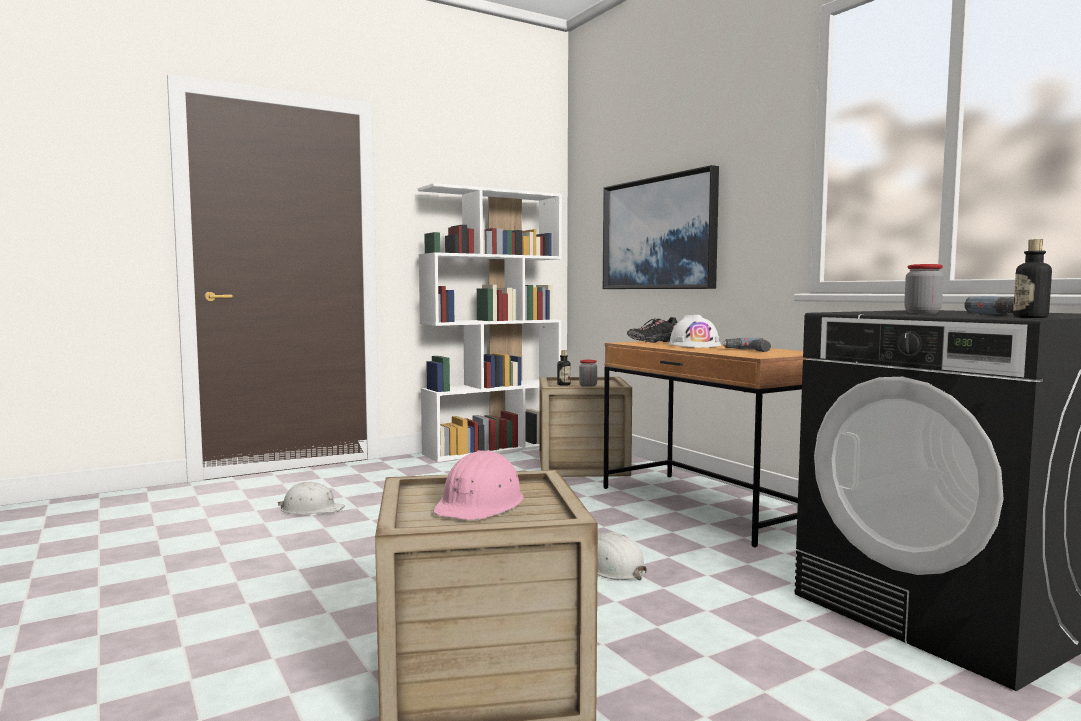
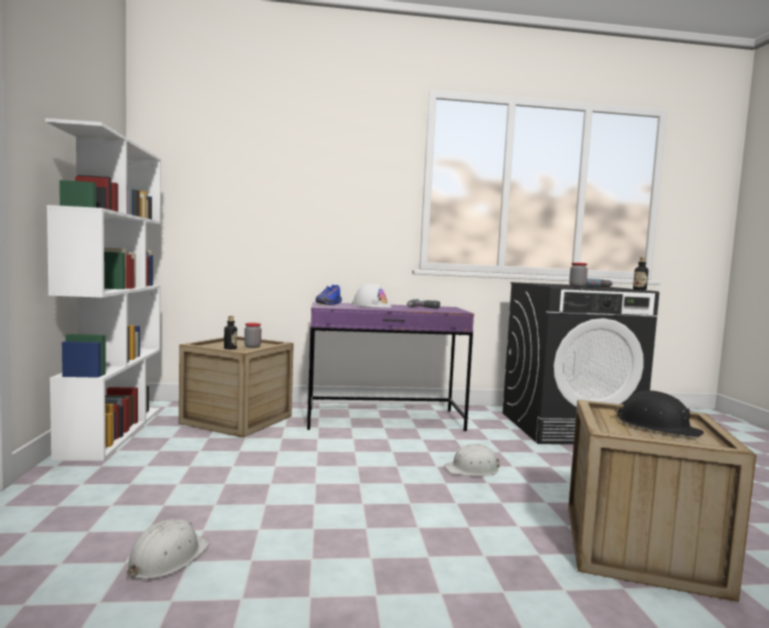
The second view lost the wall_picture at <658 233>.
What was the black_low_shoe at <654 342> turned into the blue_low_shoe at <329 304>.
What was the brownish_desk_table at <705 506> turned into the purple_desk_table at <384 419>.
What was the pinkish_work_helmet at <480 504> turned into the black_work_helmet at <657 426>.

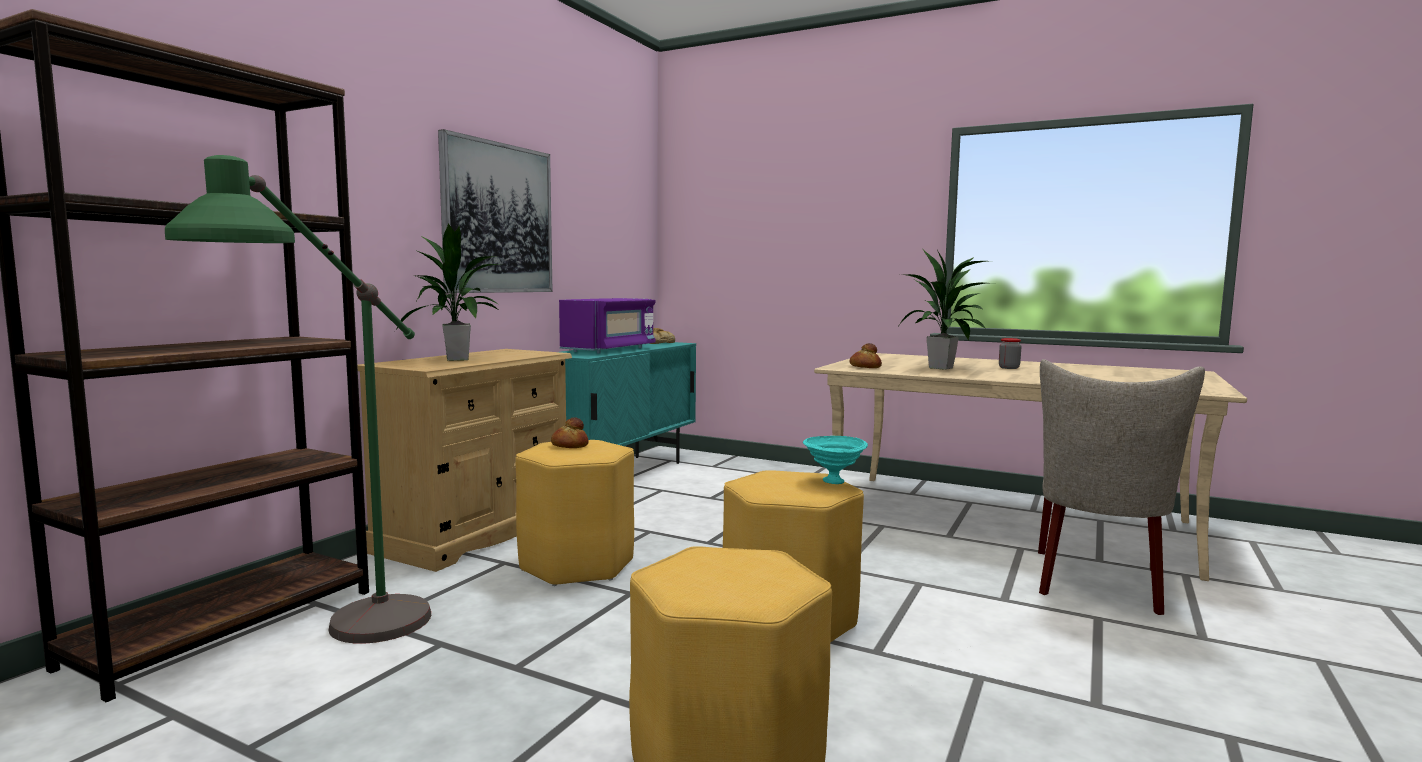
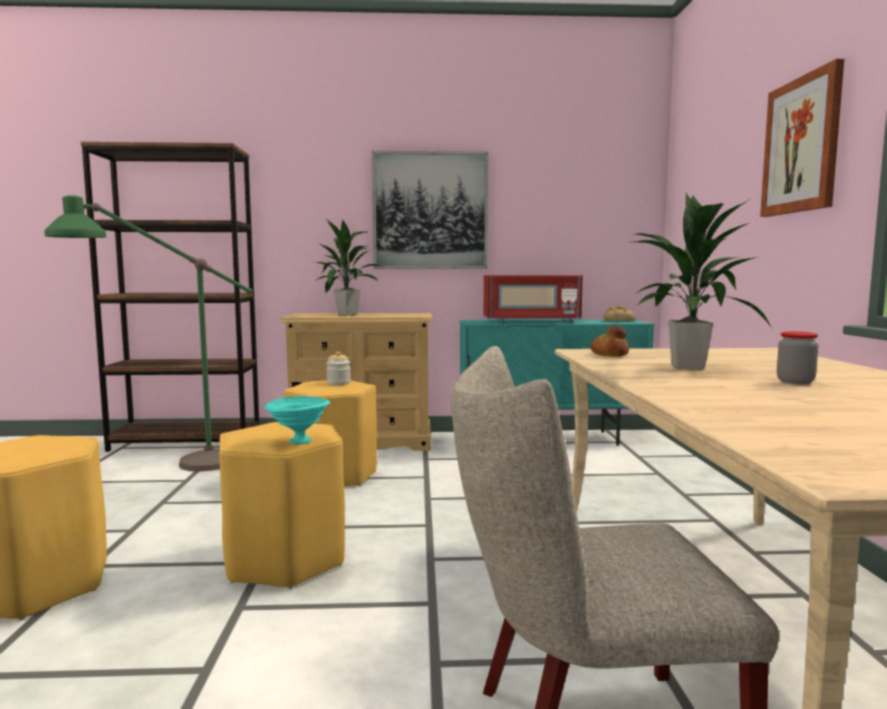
What was the purple_microwave at <610 350> turned into the red-coloured_microwave at <531 321>.
Where the baked_bread stood at <569 445>, the preserve_jar came to stand at <338 383>.
The second view gained the wall_picture at <801 145>.

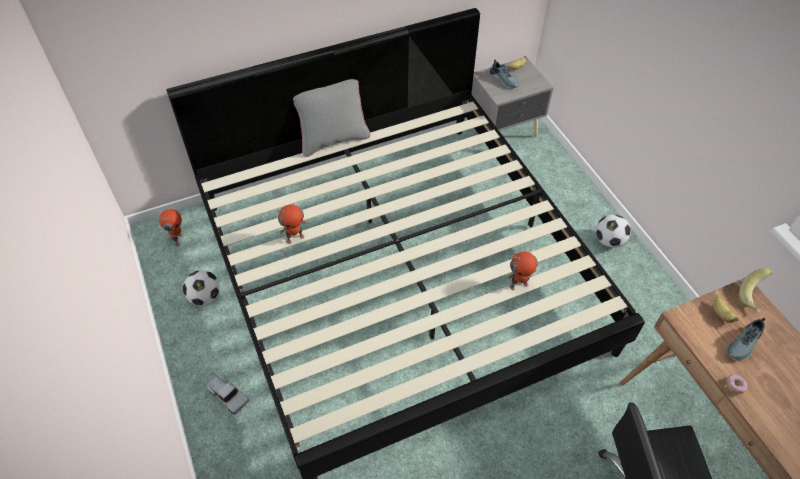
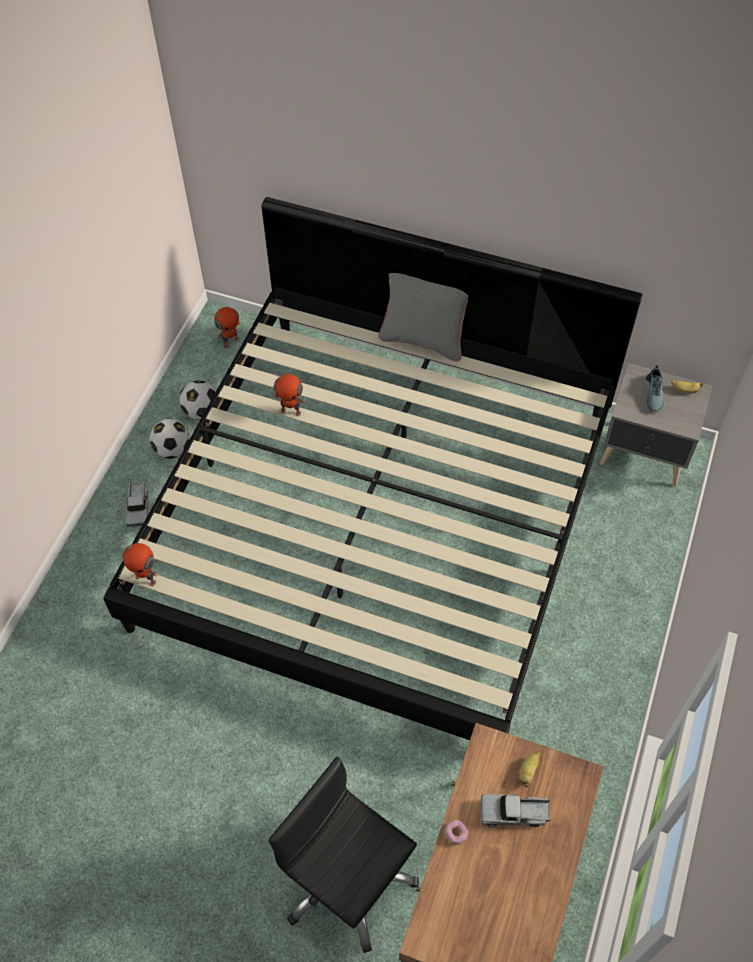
The football_ball ended up elsewhere, having gone from <609 241> to <173 449>.
The robot_figure ended up elsewhere, having gone from <518 284> to <146 578>.
The second view lost the banana at <754 297>.
Where the low_shoe stood at <745 344>, the model_truck came to stand at <514 813>.

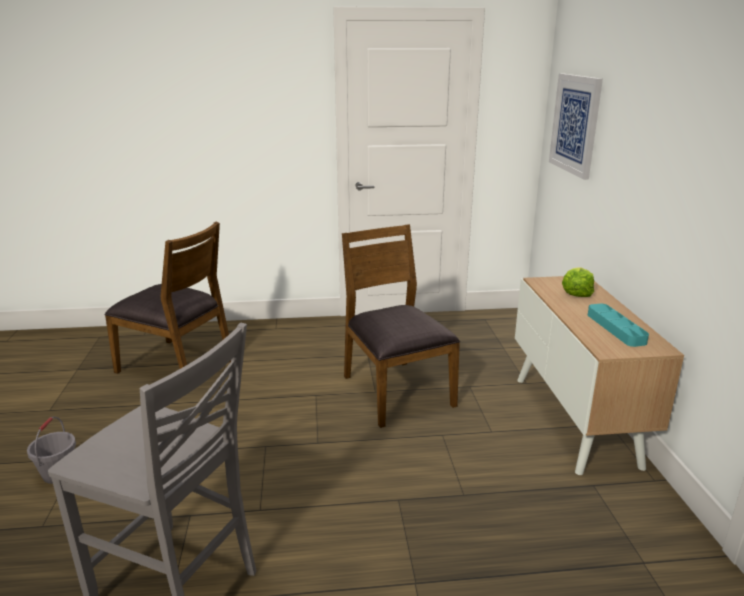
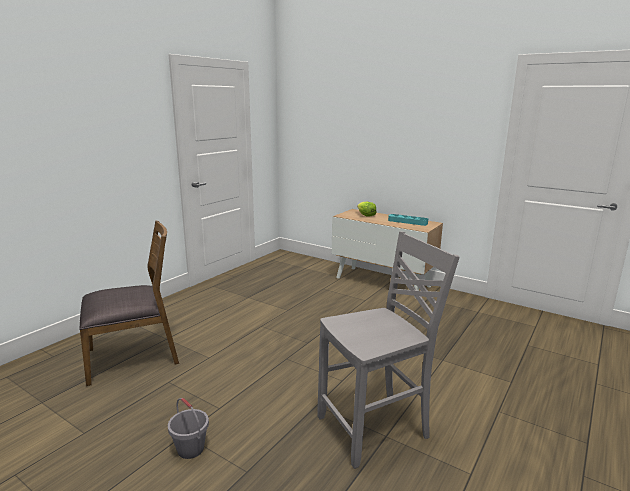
The second view lost the wall_picture at <575 124>.
The second view lost the brownish_chair at <395 391>.

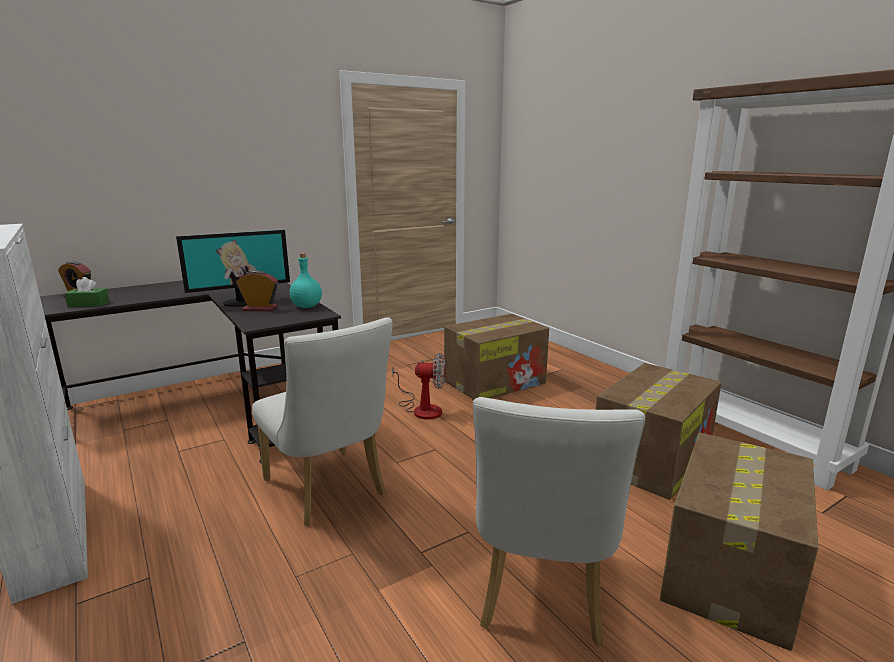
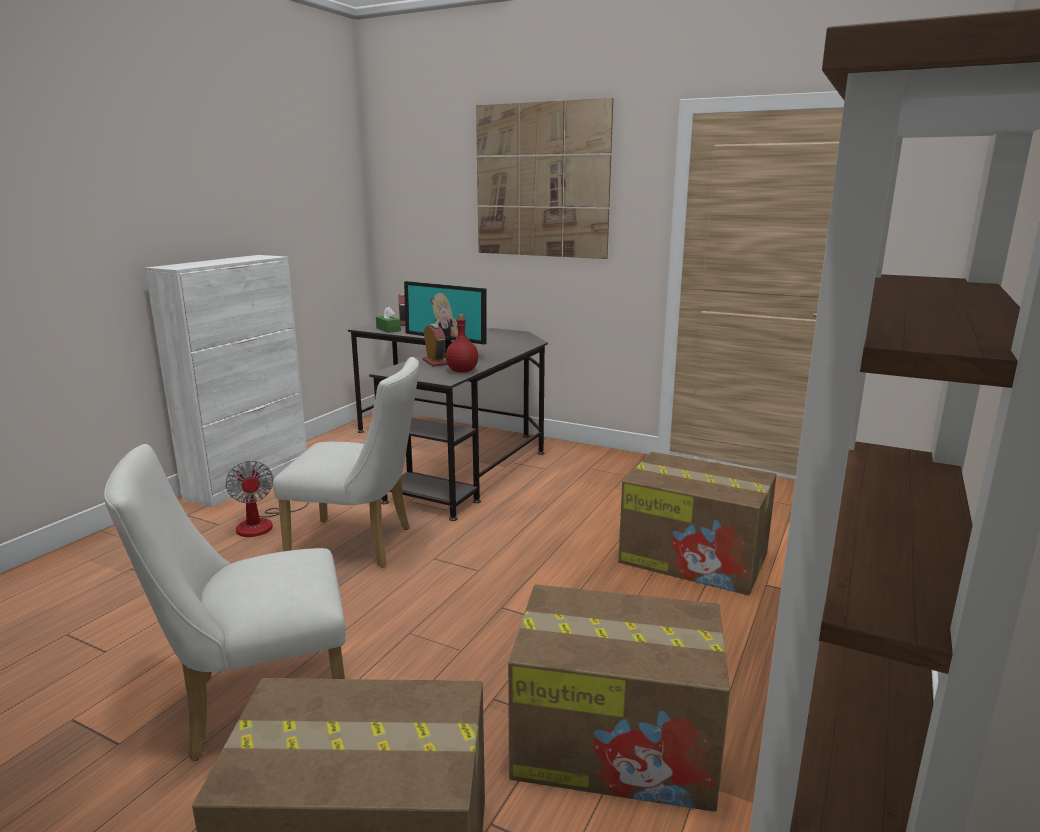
What was the turquoise-coloured_drink_bottle at <307 306> turned into the red-coloured_drink_bottle at <463 371>.
The white-coloured_chair at <329 491> ended up facing another way, 105 degrees counterclockwise from before.
The electric_fan ended up elsewhere, having gone from <422 408> to <264 523>.
The second view gained the wall_picture at <541 181>.

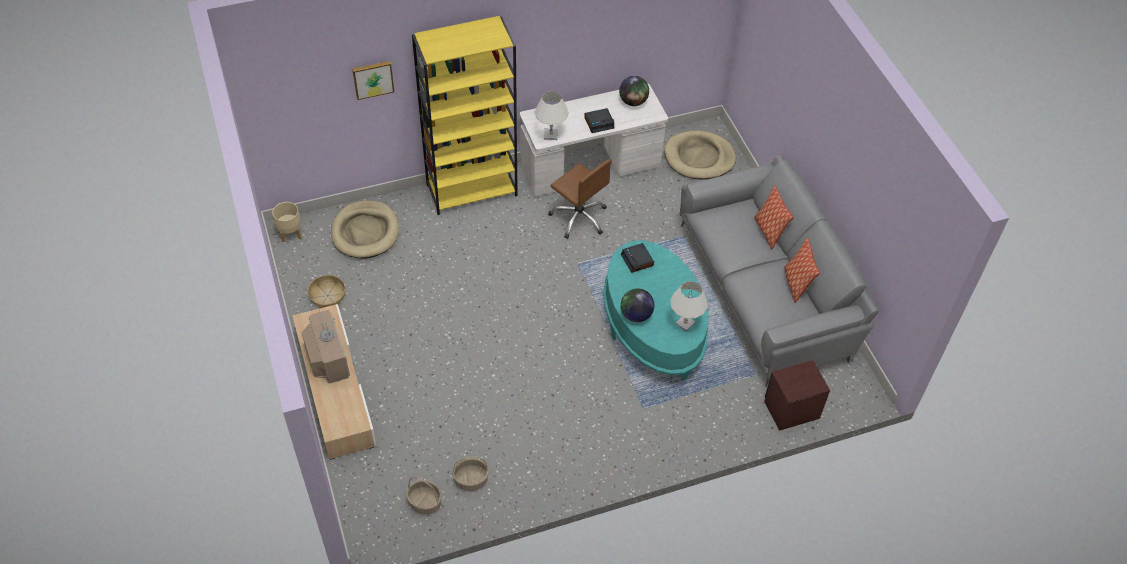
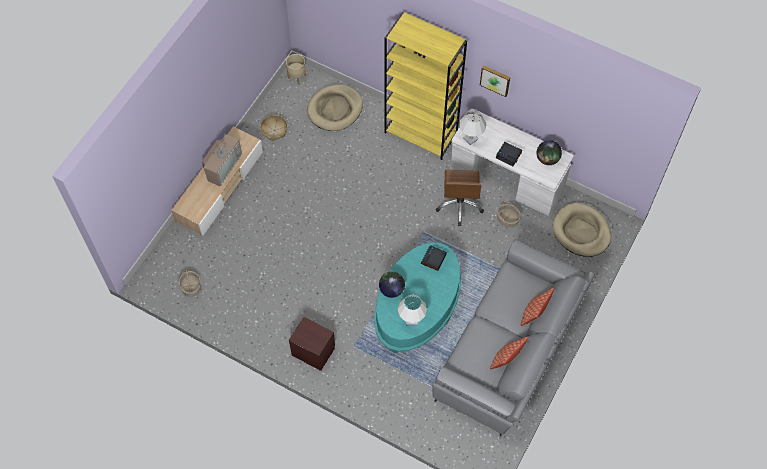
The wall_picture ended up elsewhere, having gone from <373 79> to <495 80>.
The brownish_nightstand ended up elsewhere, having gone from <791 409> to <313 351>.
The storage_basket ended up elsewhere, having gone from <471 480> to <507 219>.

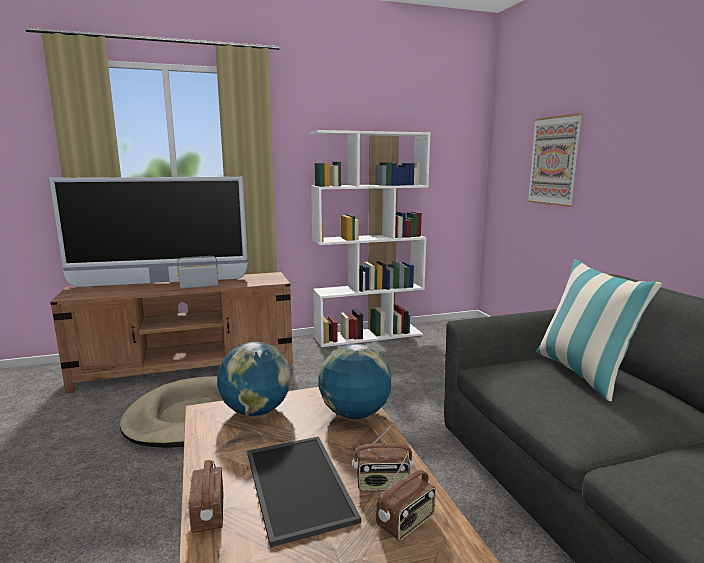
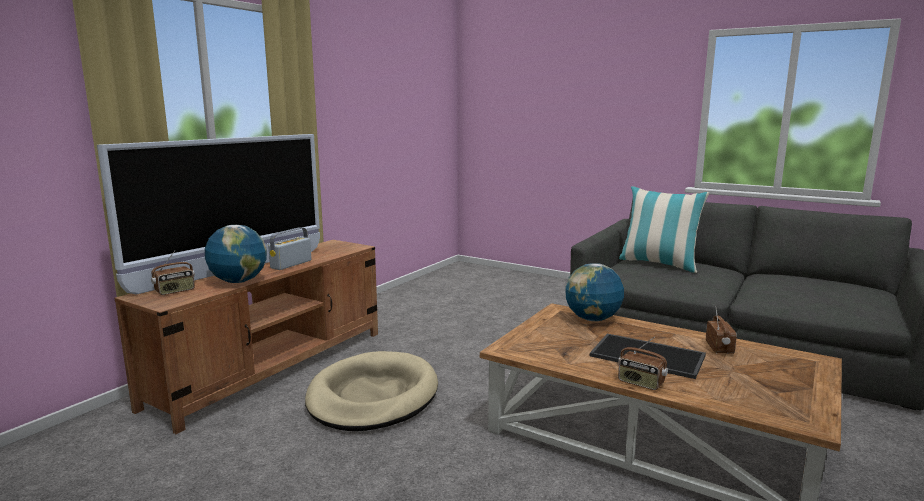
The second view lost the wall_picture at <554 161>.
The second view lost the white-coloured_bookcase at <369 335>.
The globe ended up elsewhere, having gone from <256 411> to <238 281>.
The radio_set ended up elsewhere, having gone from <382 484> to <175 291>.

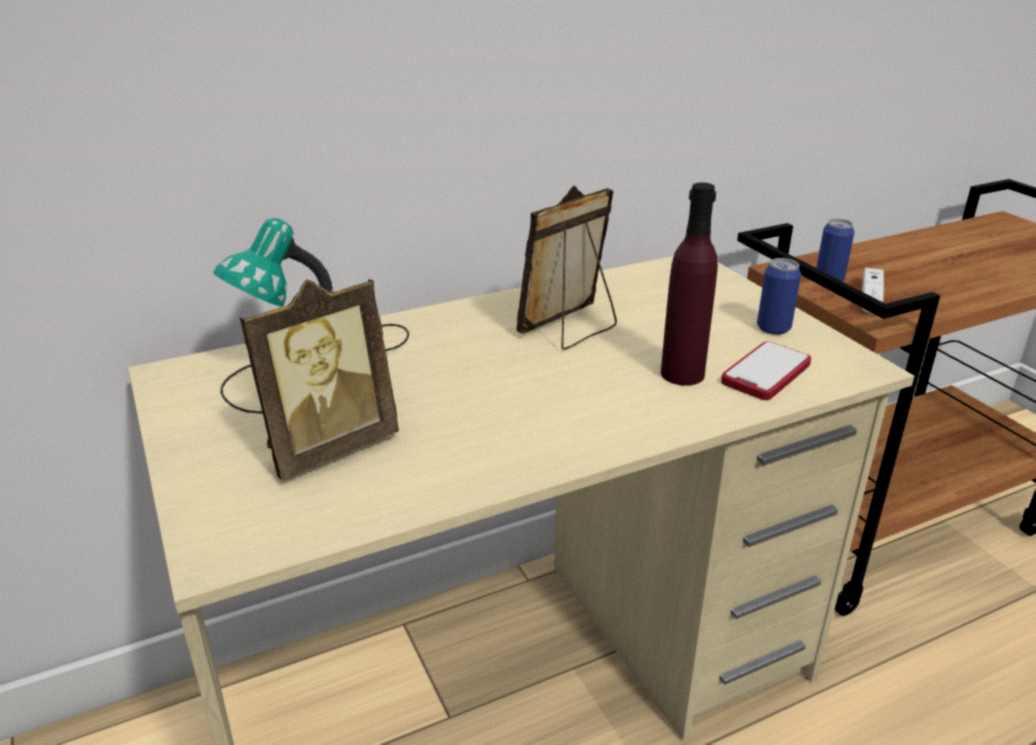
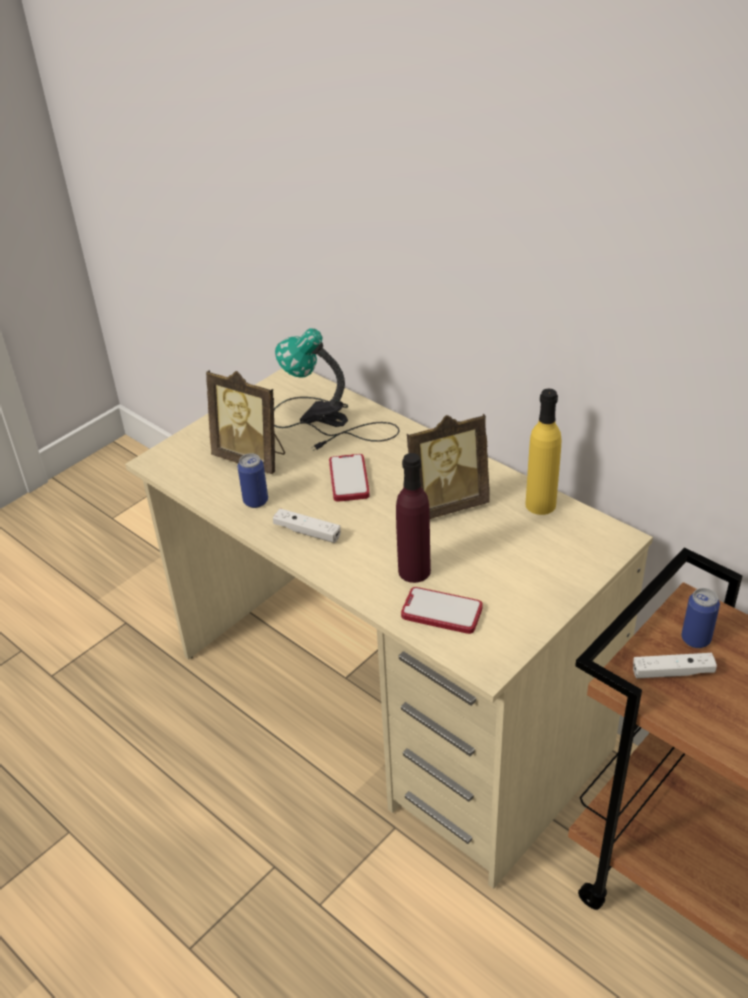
The picture_frame at <571 329> ended up facing another way, 135 degrees clockwise from before.
The metal_can ended up elsewhere, having gone from <773 328> to <255 501>.
The second view gained the yellow_drink_bottle at <540 504>.
The second view gained the phone at <349 479>.
The second view gained the white-coloured_game_controller at <307 532>.

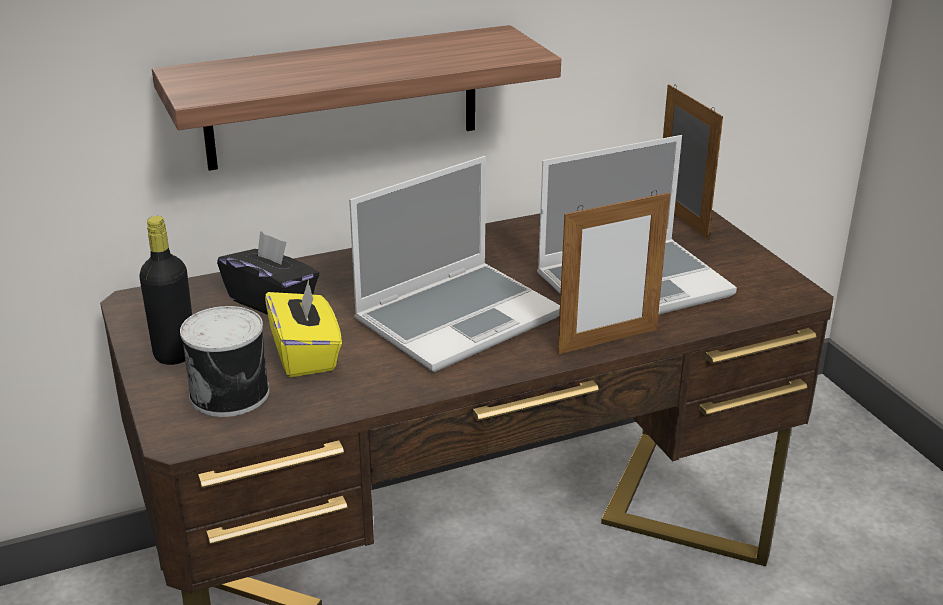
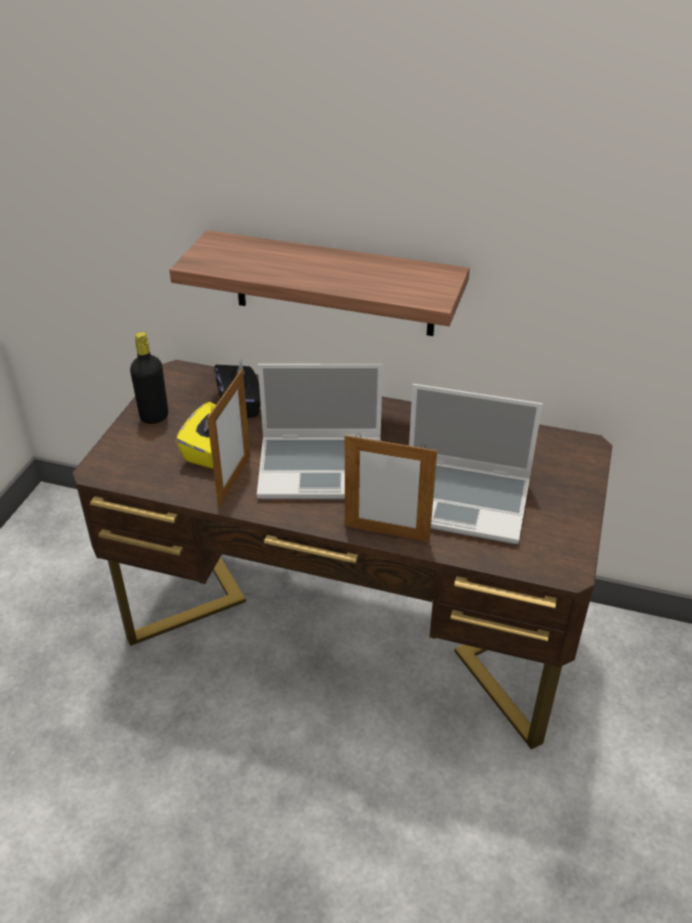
The picture_frame ended up elsewhere, having gone from <681 219> to <234 480>.
The second view lost the metal_can at <232 393>.

